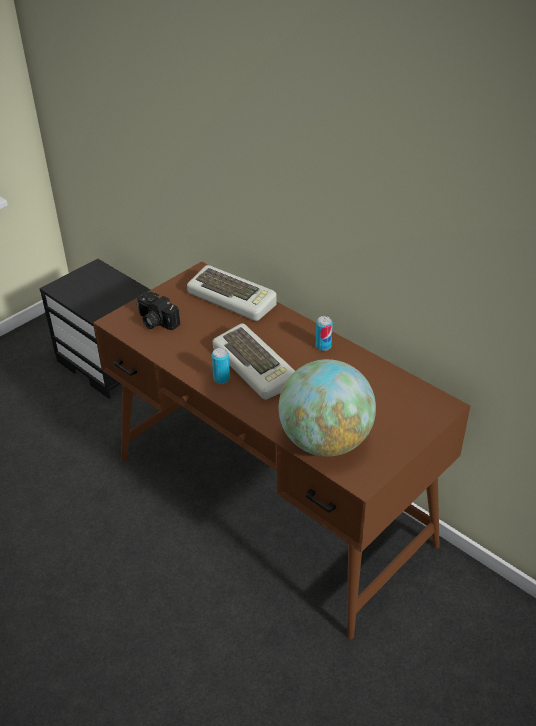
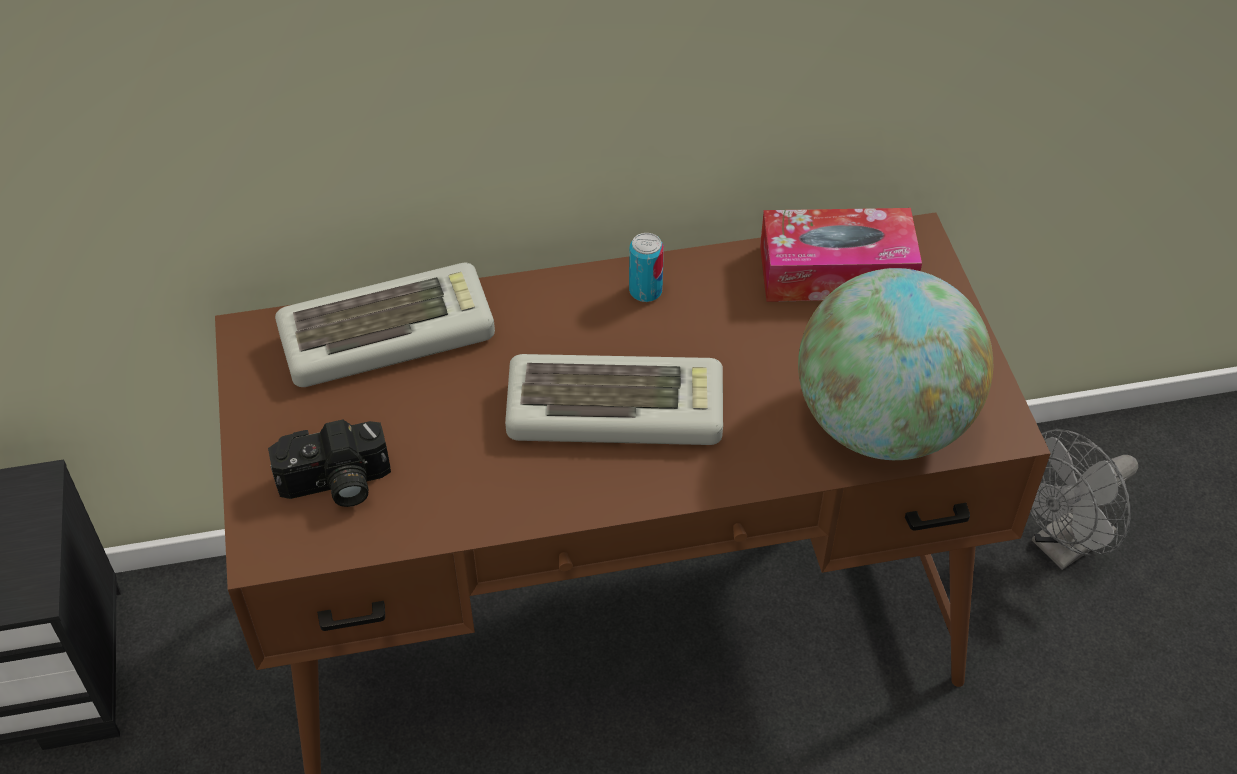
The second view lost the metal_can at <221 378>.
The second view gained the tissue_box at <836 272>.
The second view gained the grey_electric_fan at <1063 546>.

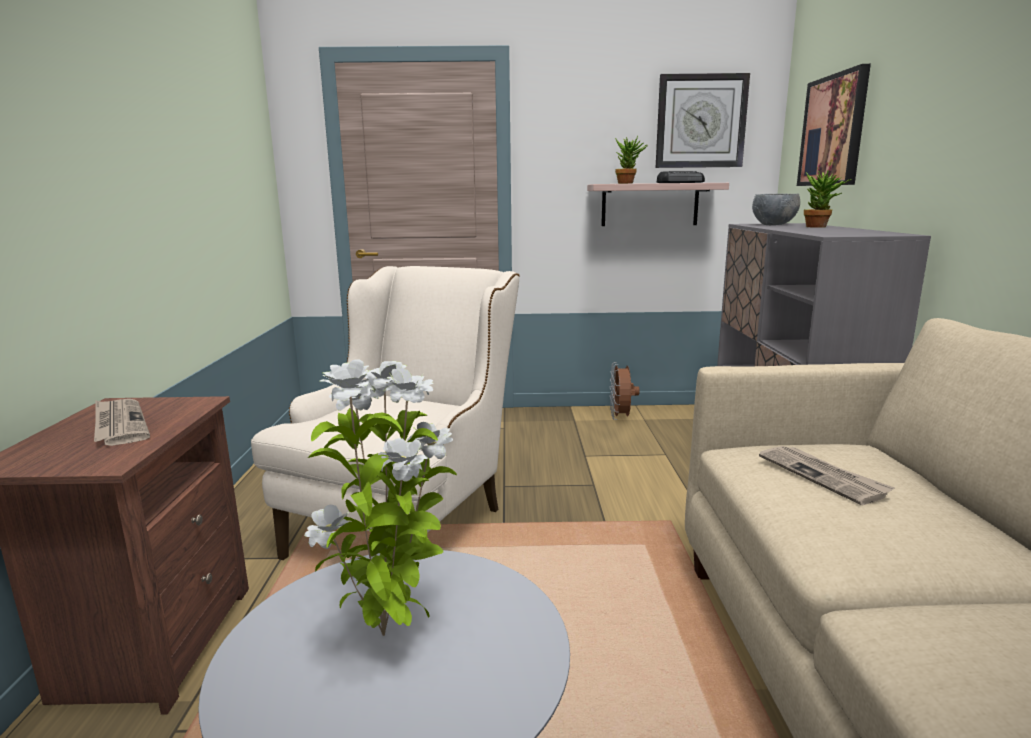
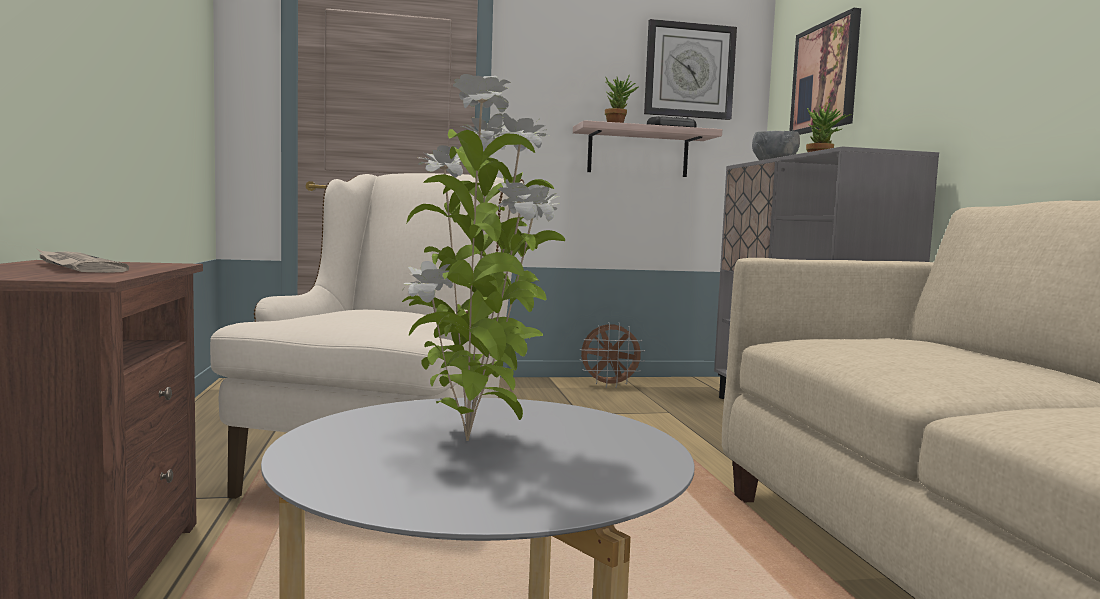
The brownish_electric_fan at <621 418> ended up facing another way, 90 degrees counterclockwise from before.
The second view lost the newspaper at <822 476>.

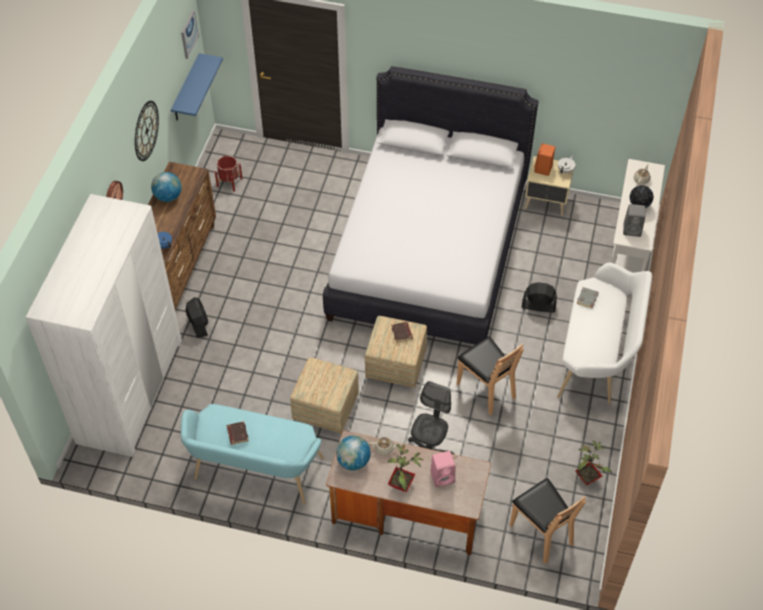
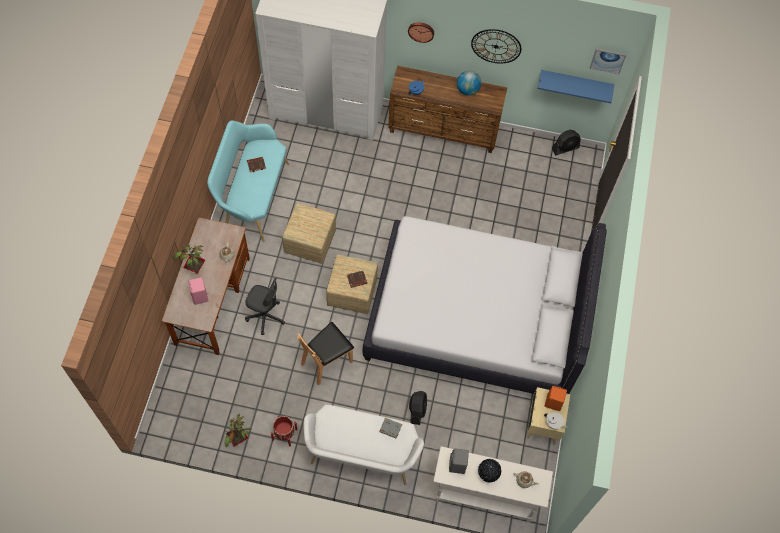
The red-coloured_flower_pot ended up elsewhere, having gone from <229 182> to <284 434>.
The black_electric_fan ended up elsewhere, having gone from <198 324> to <565 148>.
The second view lost the globe at <353 461>.
The second view lost the brownish_chair at <541 533>.

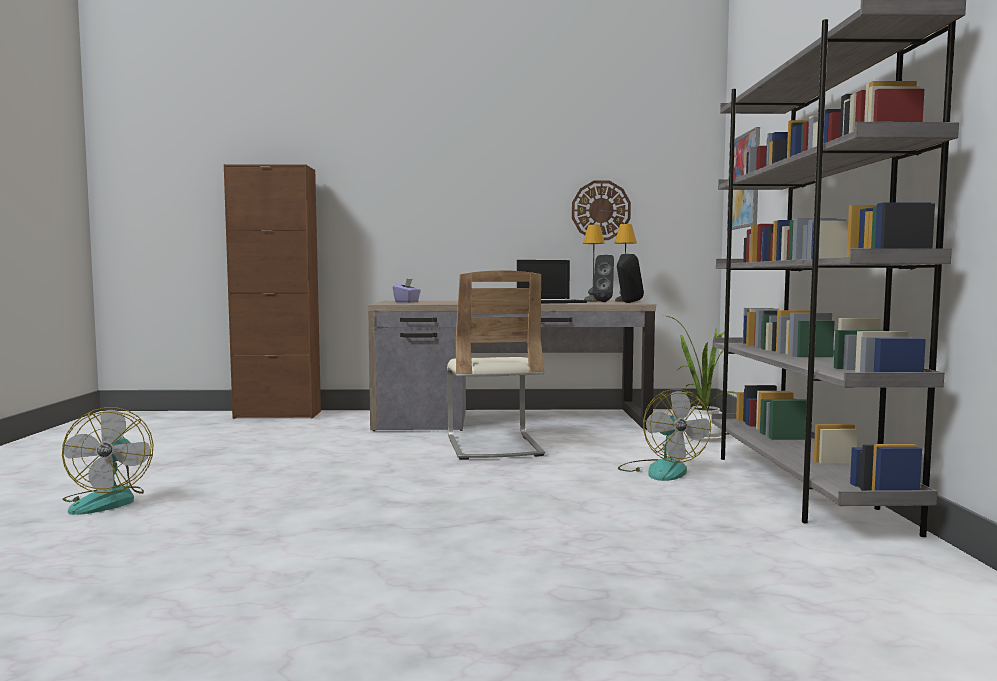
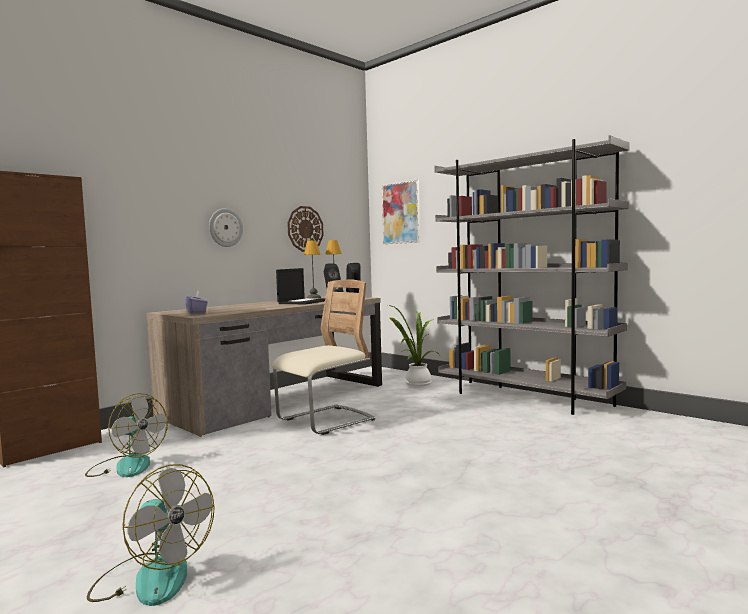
The sand-coloured_chair at <493 446> ended up facing another way, 75 degrees counterclockwise from before.
The electric_fan ended up elsewhere, having gone from <661 470> to <126 466>.
The second view gained the hanging_clock at <225 227>.

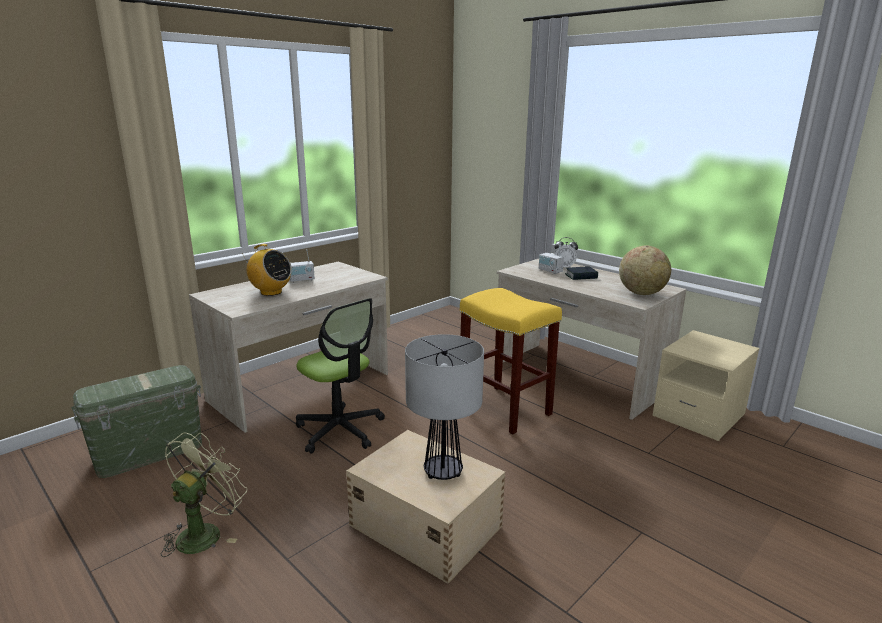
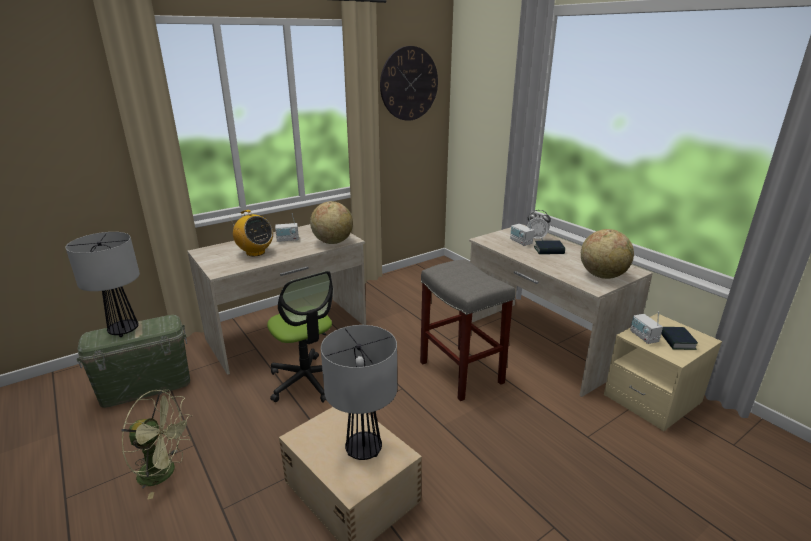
What was the yellow_sitting_stool at <503 408> turned into the grey_sitting_stool at <460 372>.
The greenish_electric_fan at <205 532> ended up facing another way, 60 degrees clockwise from before.
The second view gained the hanging_clock at <409 84>.
The second view gained the globe at <333 242>.
The second view gained the lamp_for_a_table at <124 330>.
The second view gained the radio_set at <643 337>.
The second view gained the volume at <677 341>.

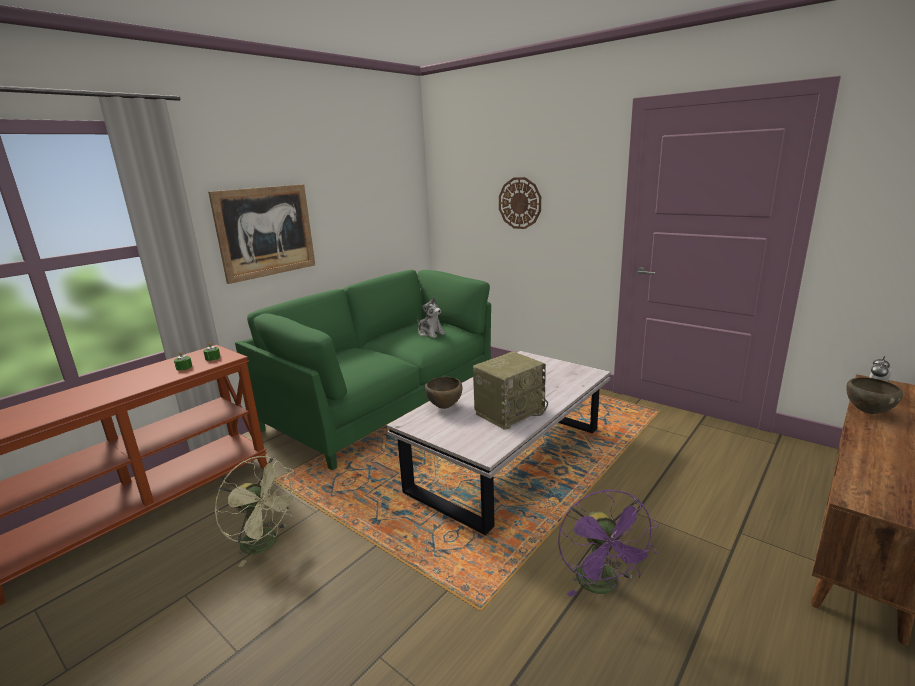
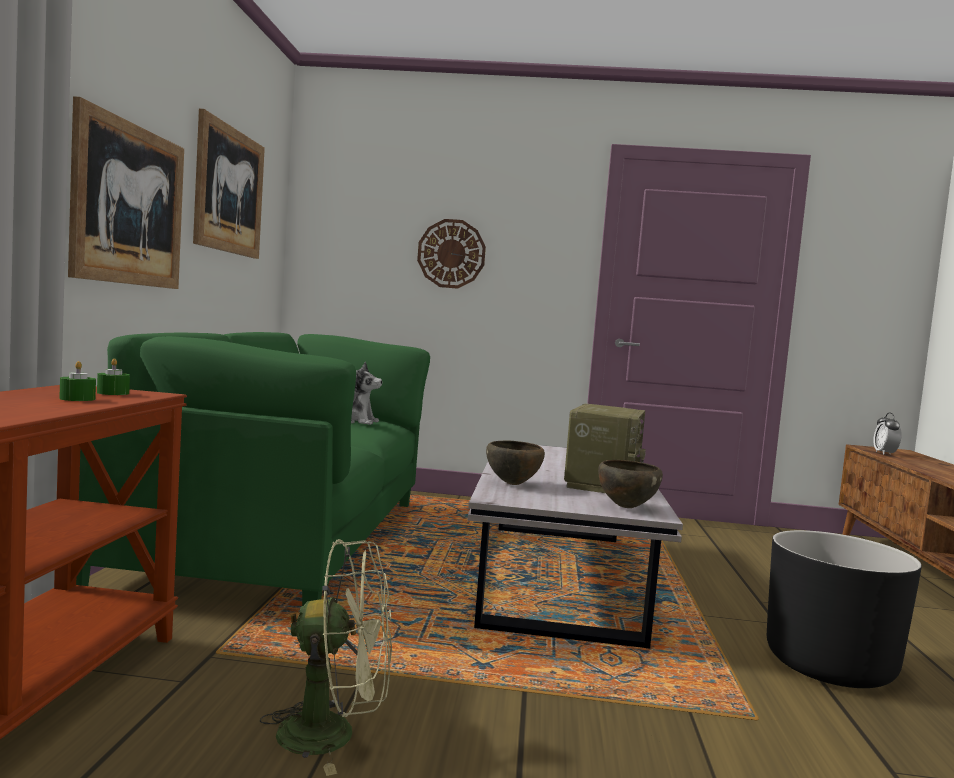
The brownish_deep_dish ended up elsewhere, having gone from <867 412> to <625 507>.
Where the purple_electric_fan stood at <602 586>, the black_flower_pot came to stand at <829 665>.
The second view gained the wall_picture at <229 191>.

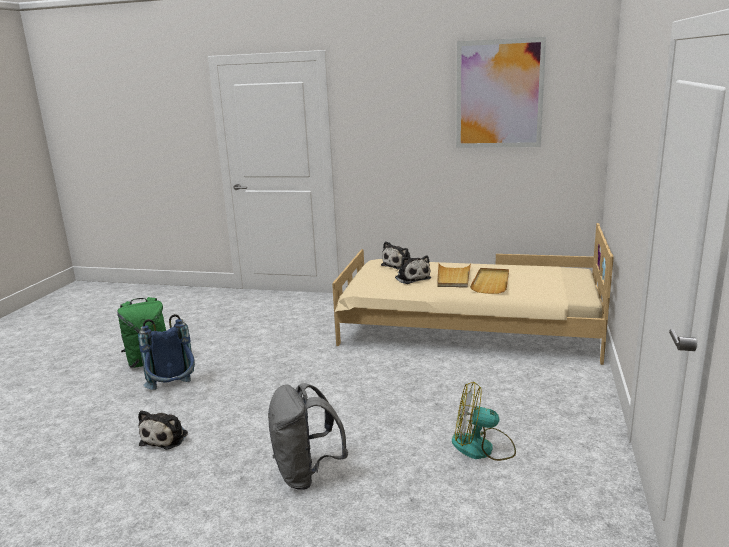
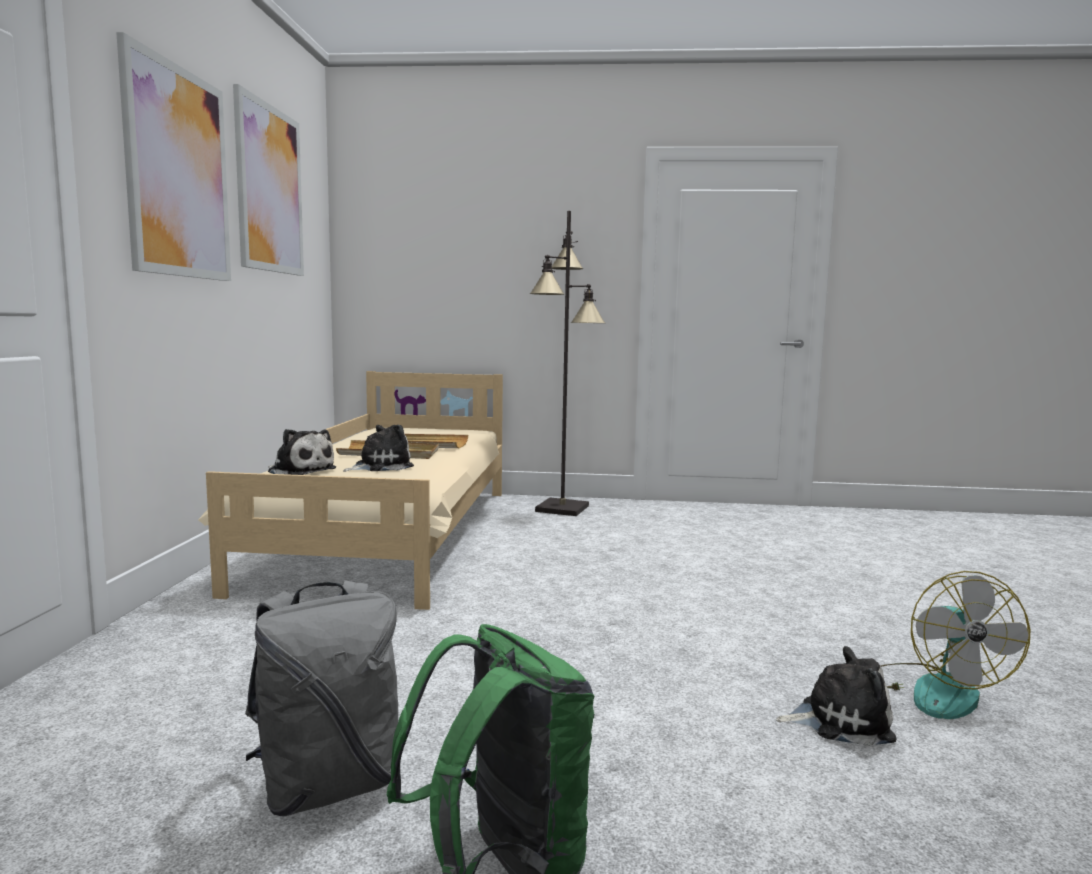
The second view lost the blue_rucksack at <174 392>.
The electric_fan ended up elsewhere, having gone from <482 447> to <934 690>.
The grey_rucksack ended up elsewhere, having gone from <306 474> to <328 786>.
The second view gained the wall_picture at <178 173>.
The second view gained the black_standard_lamp at <563 508>.

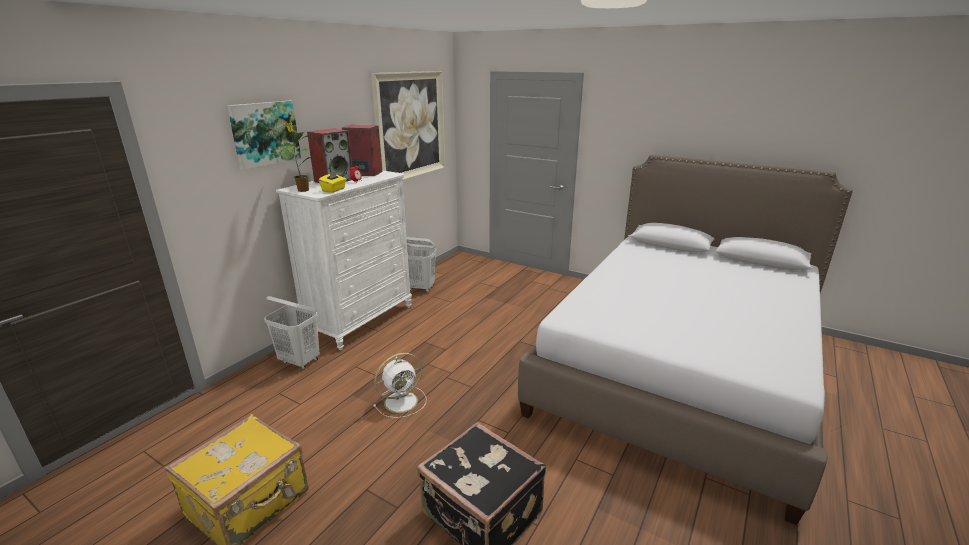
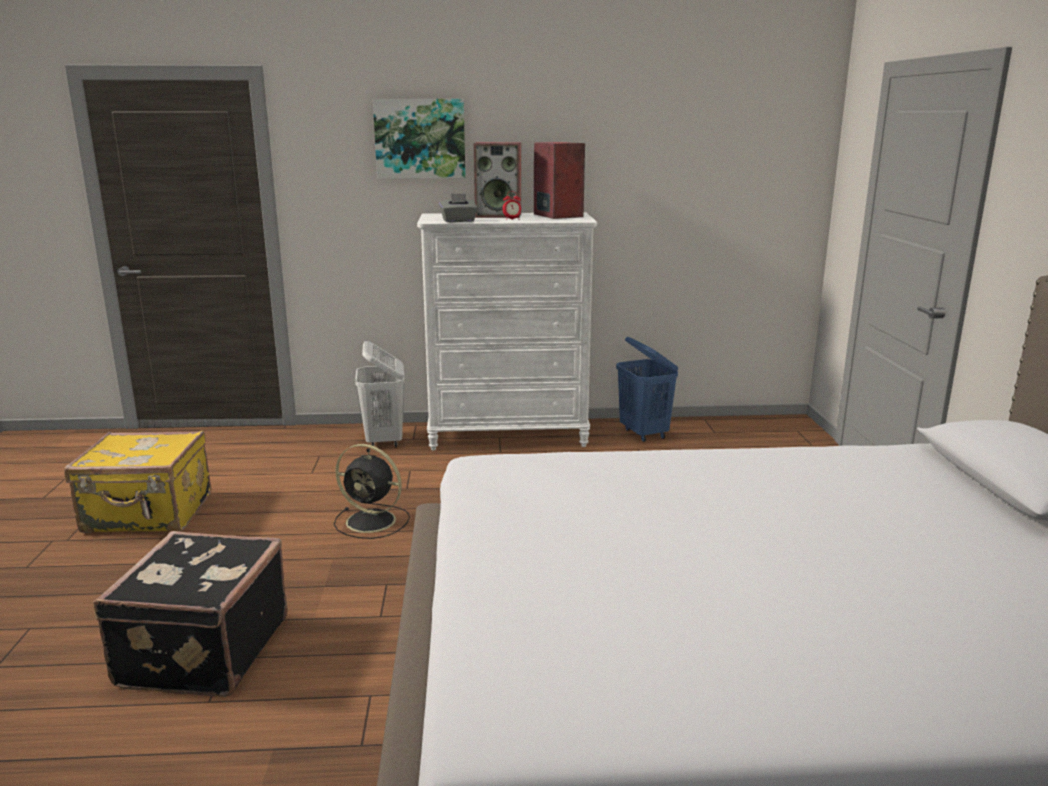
The second view lost the wall_picture at <410 126>.
The second view lost the plant_in_a_pot at <302 190>.
What was the yellow_tissue_box at <334 190> turned into the grey_tissue_box at <458 221>.
What was the white-coloured_washing_basket at <420 288> turned into the blue_washing_basket at <644 434>.
What was the white-coloured_electric_fan at <402 401> turned into the black_electric_fan at <373 521>.

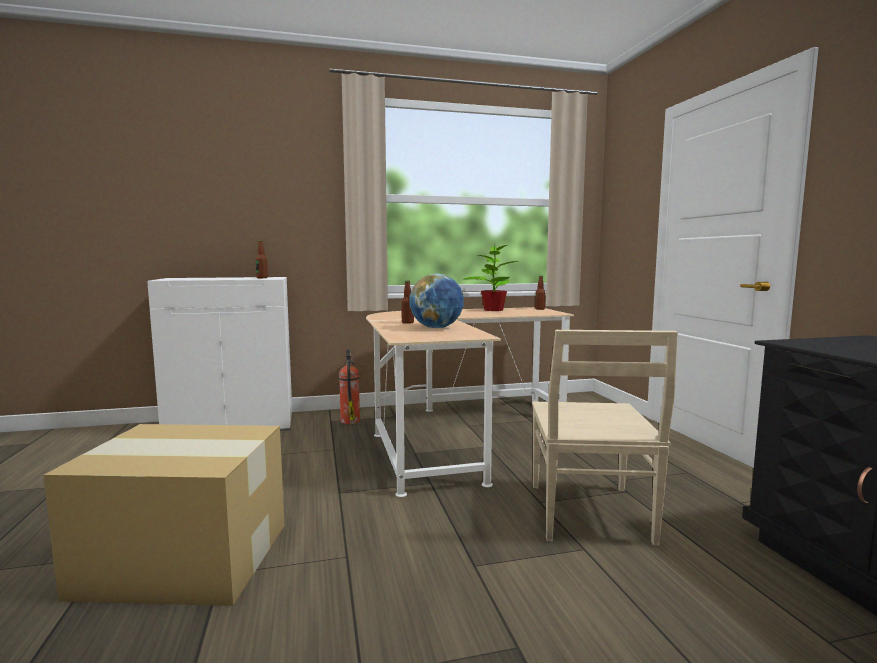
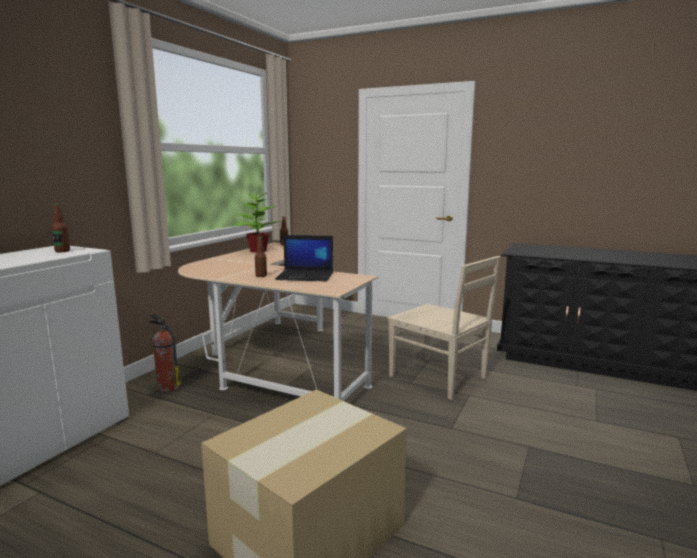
Where the globe stood at <436 328>, the portable_computer came to stand at <306 276>.

